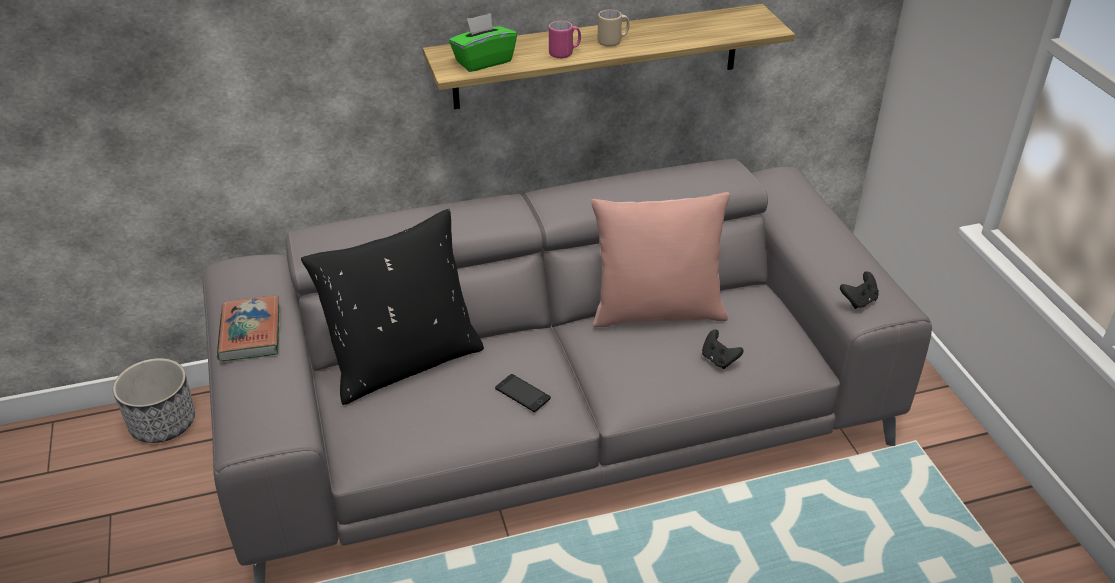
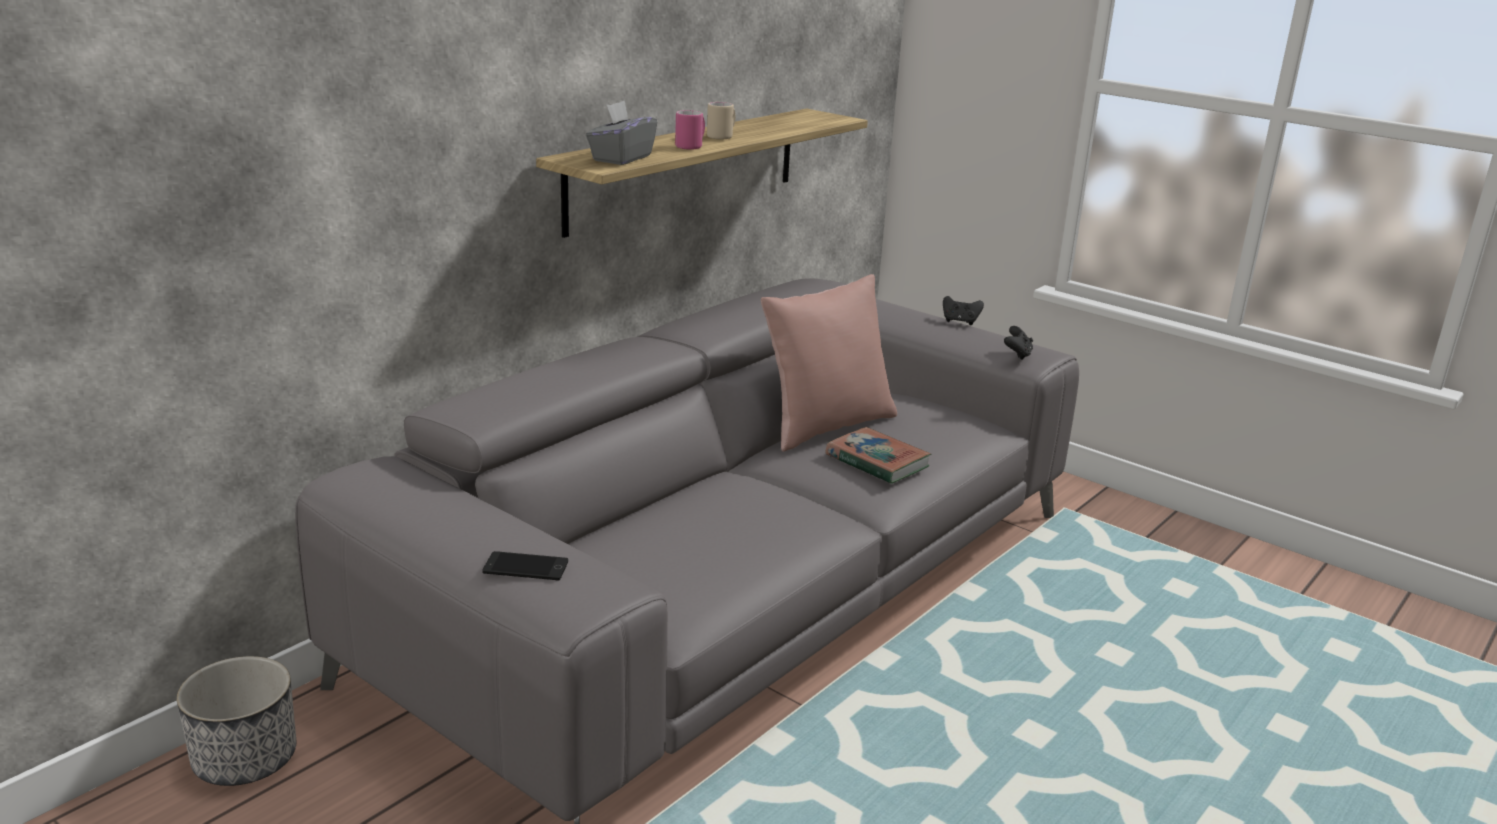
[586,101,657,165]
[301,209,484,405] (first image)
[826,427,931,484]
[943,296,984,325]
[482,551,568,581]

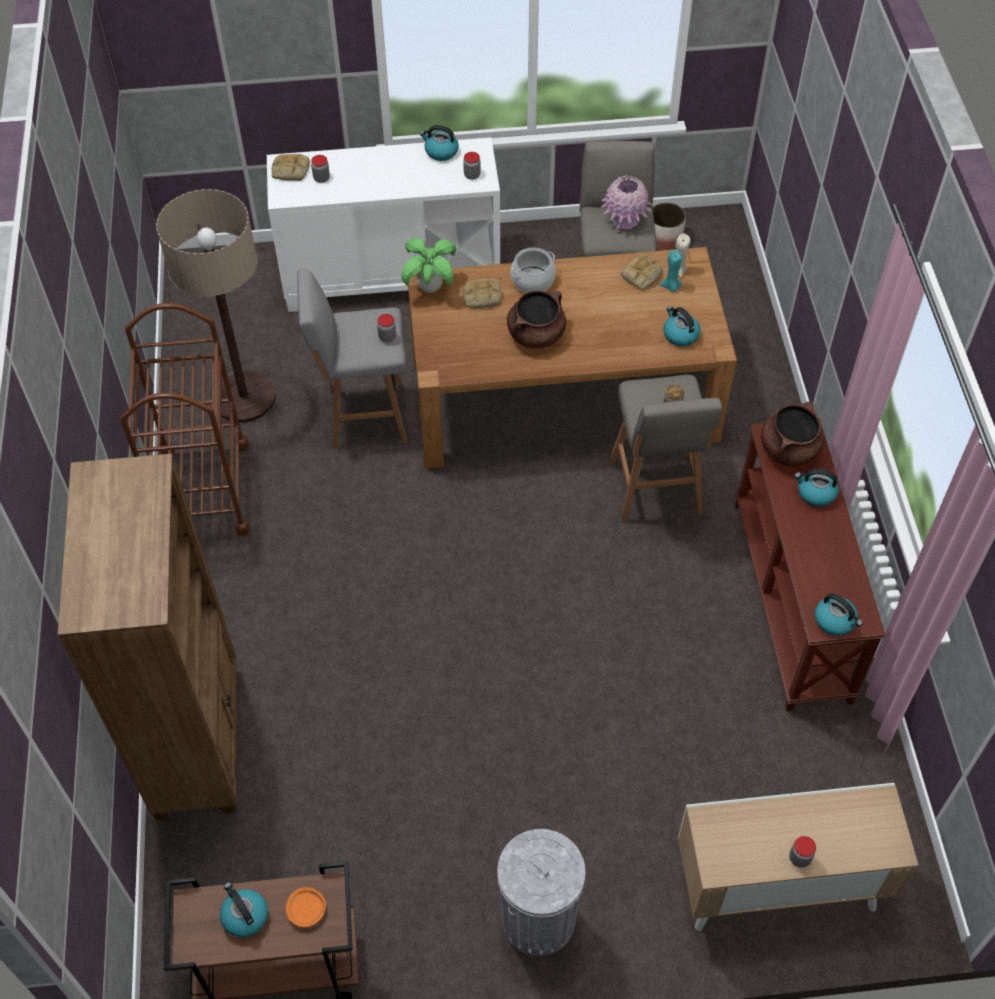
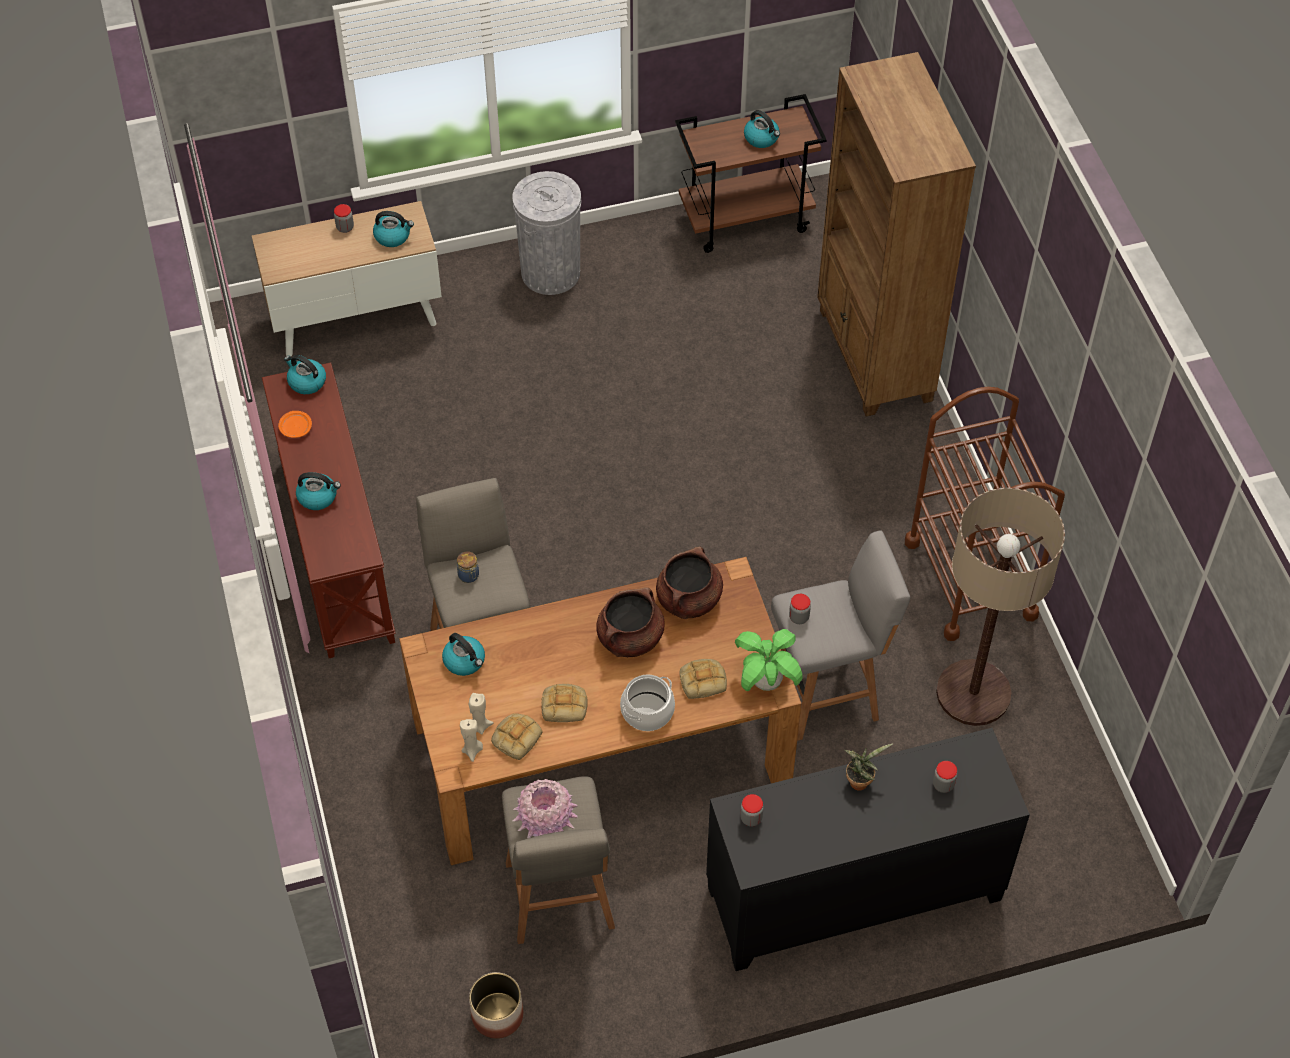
[373,211,414,247]
[706,728,1030,971]
[541,684,587,722]
[469,693,494,735]
[656,546,723,619]
[278,411,312,438]
[844,744,893,791]

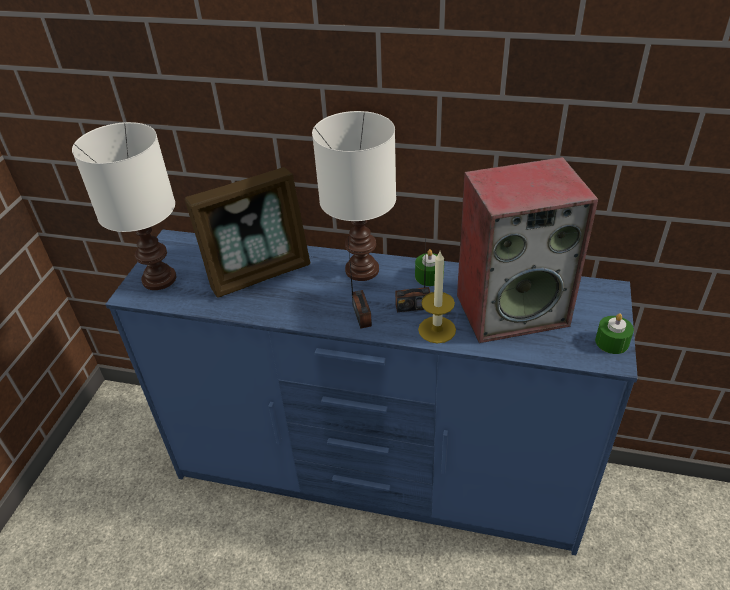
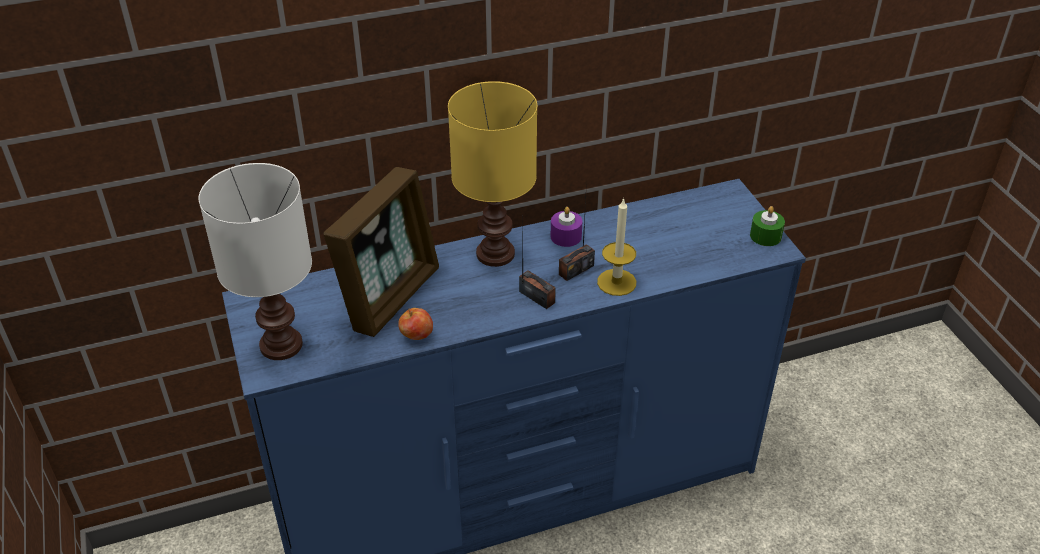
[448,81,537,267]
[457,157,598,343] (first image)
[551,207,582,247]
[398,308,433,340]

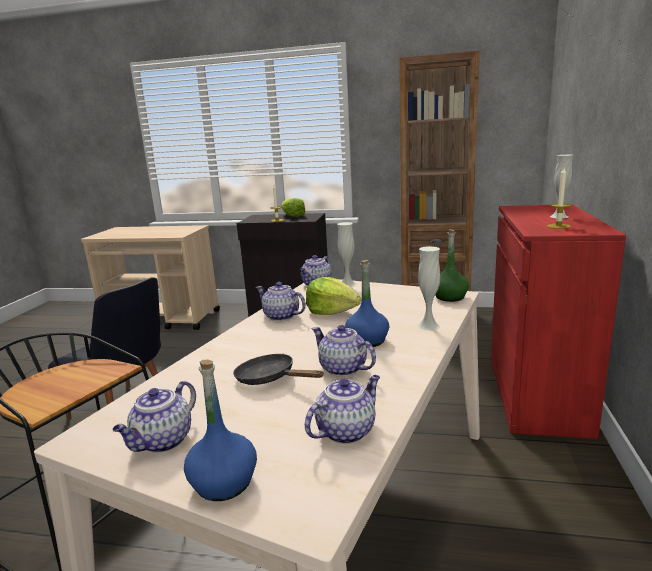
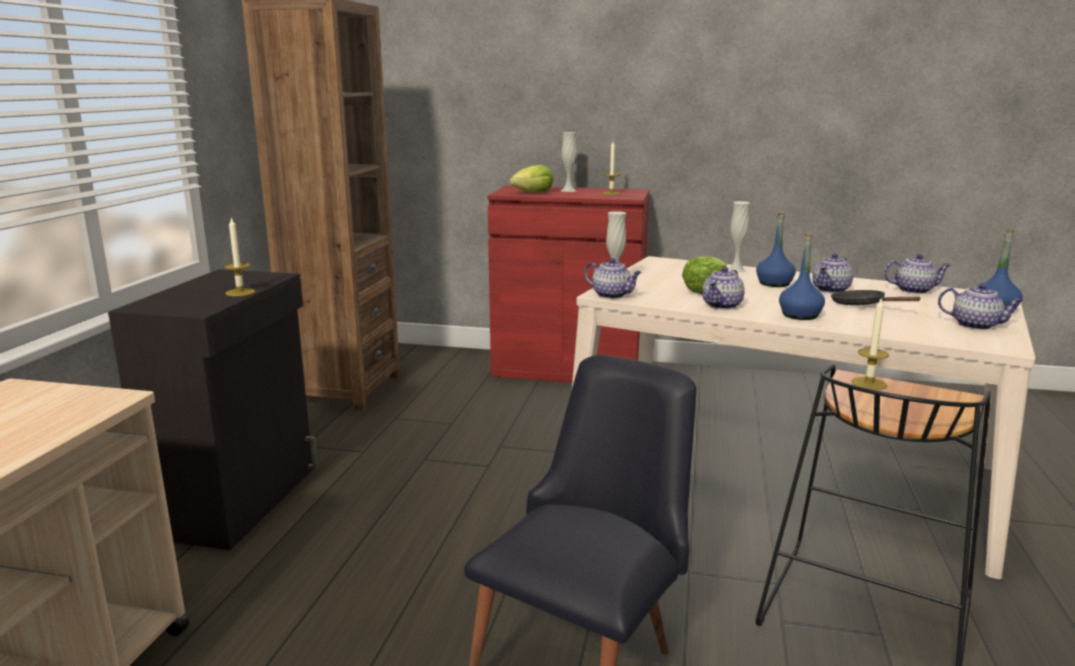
[510,165,553,192]
[436,229,469,302] (first image)
[831,290,921,305]
[884,254,950,294]
[779,232,825,320]
[851,297,889,390]

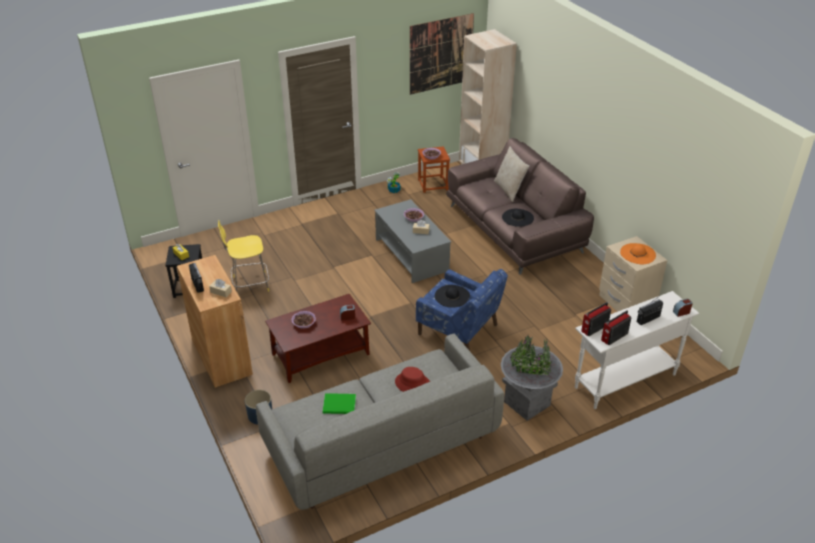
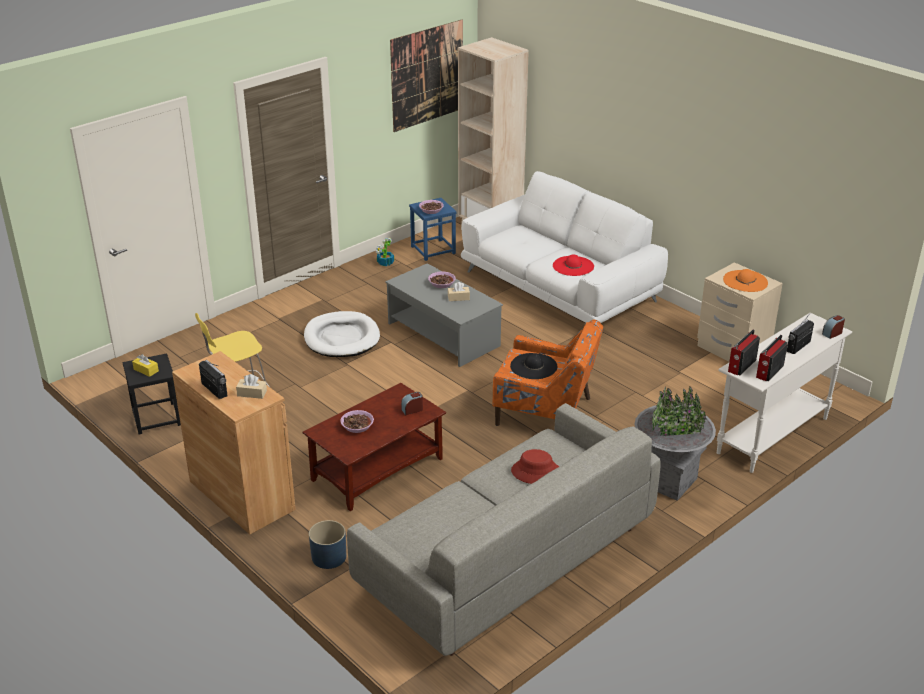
[461,171,668,323]
[409,198,456,261]
[494,146,529,202] (first image)
[553,254,594,276]
[492,319,603,426]
[323,393,356,414] (first image)
[304,311,380,357]

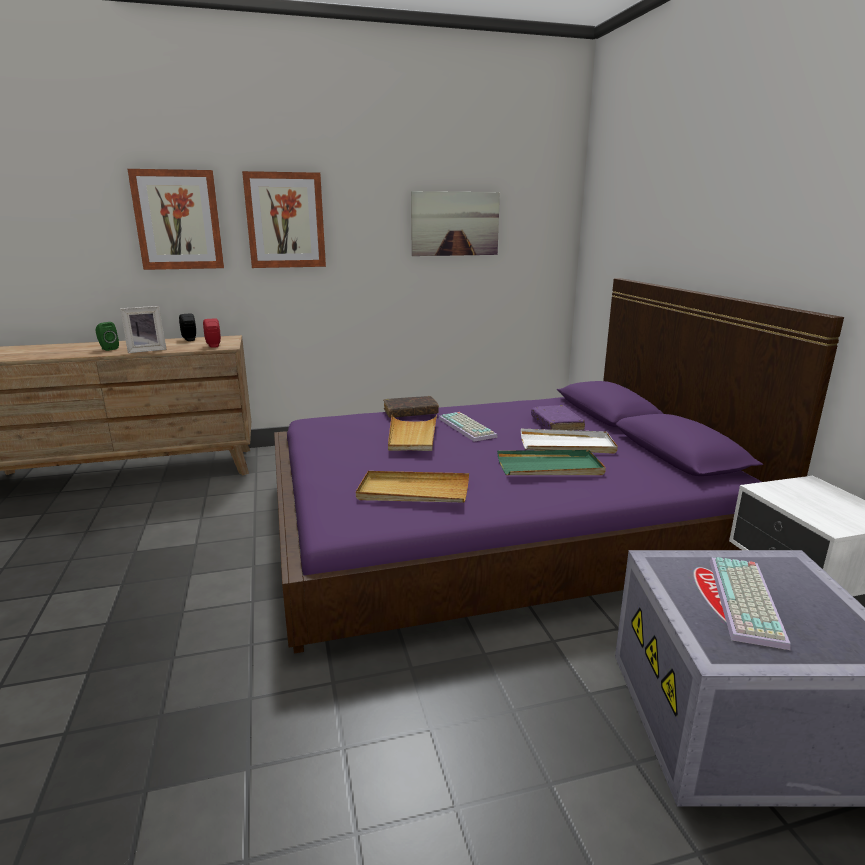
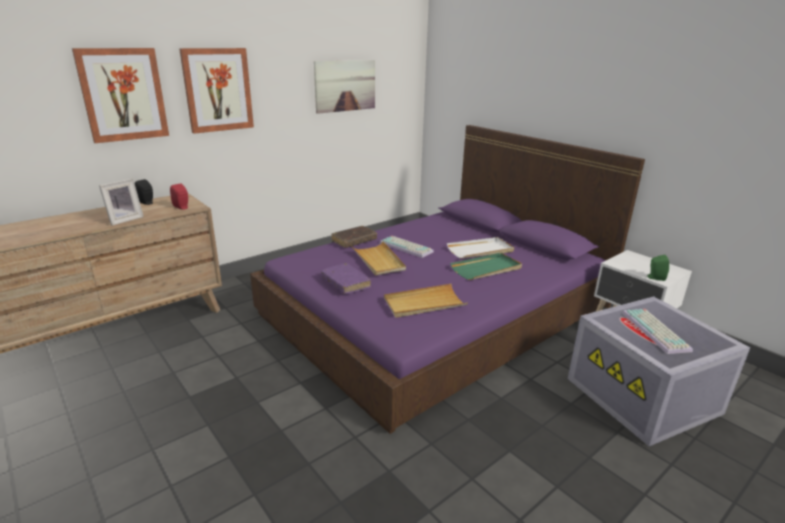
[647,255,669,281]
[321,263,371,294]

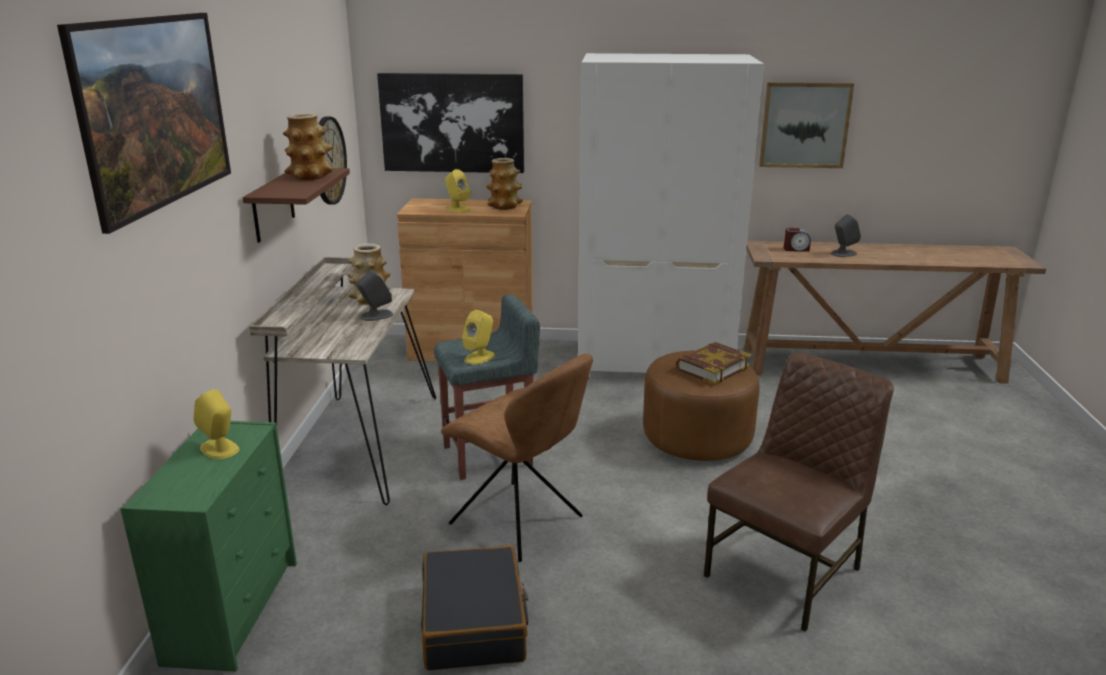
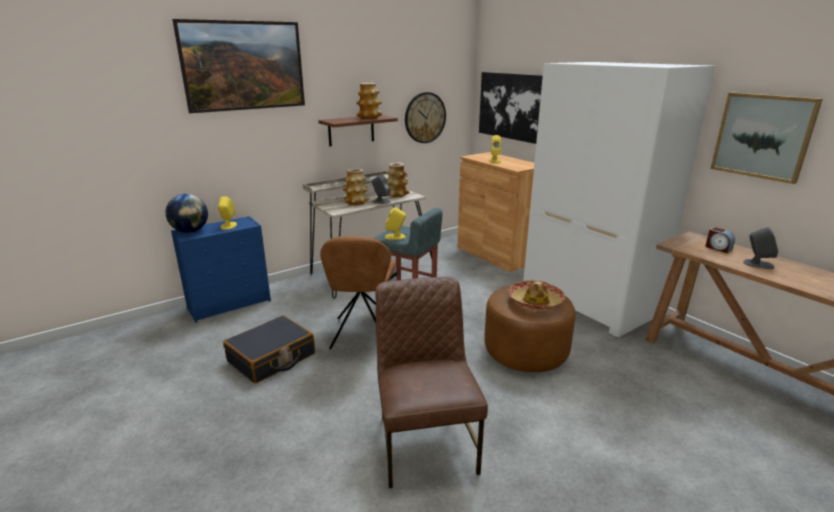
[343,169,369,205]
[508,280,565,309]
[376,277,488,488]
[171,216,271,323]
[166,194,208,233]

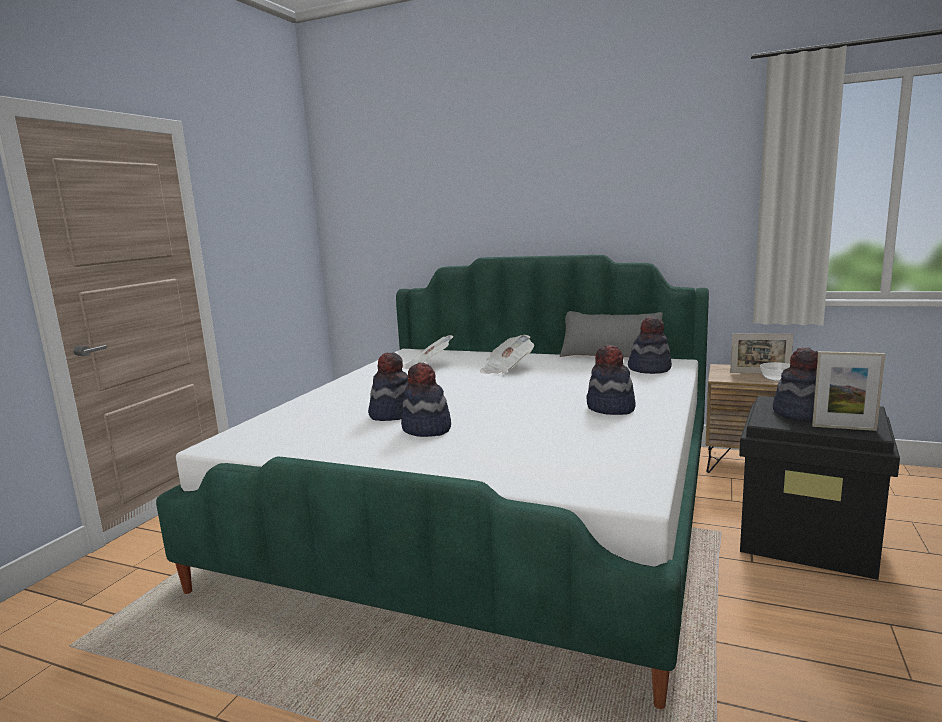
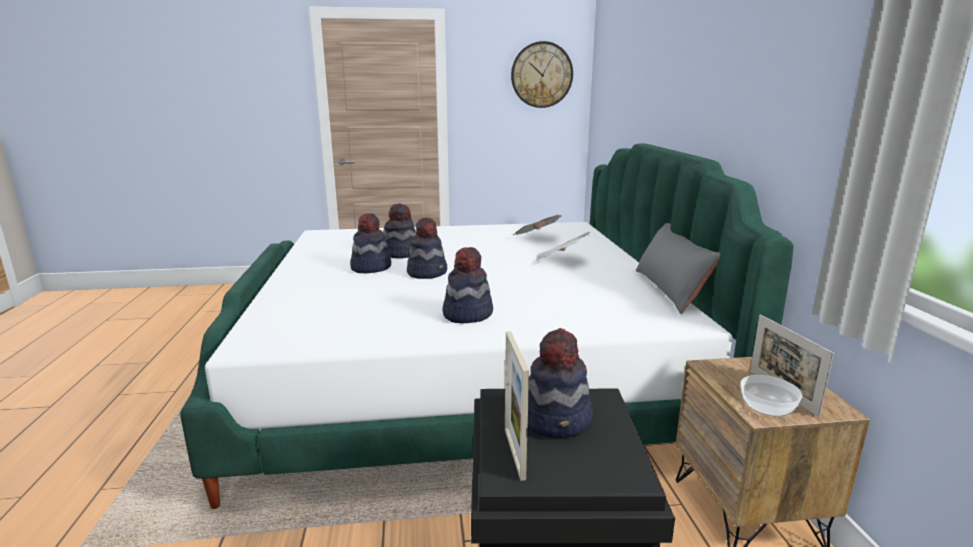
[407,217,447,279]
[511,41,573,108]

